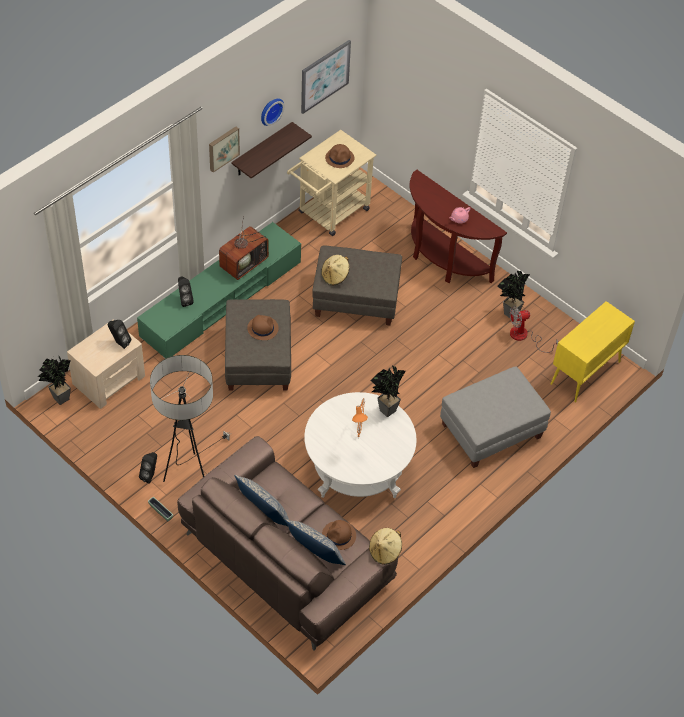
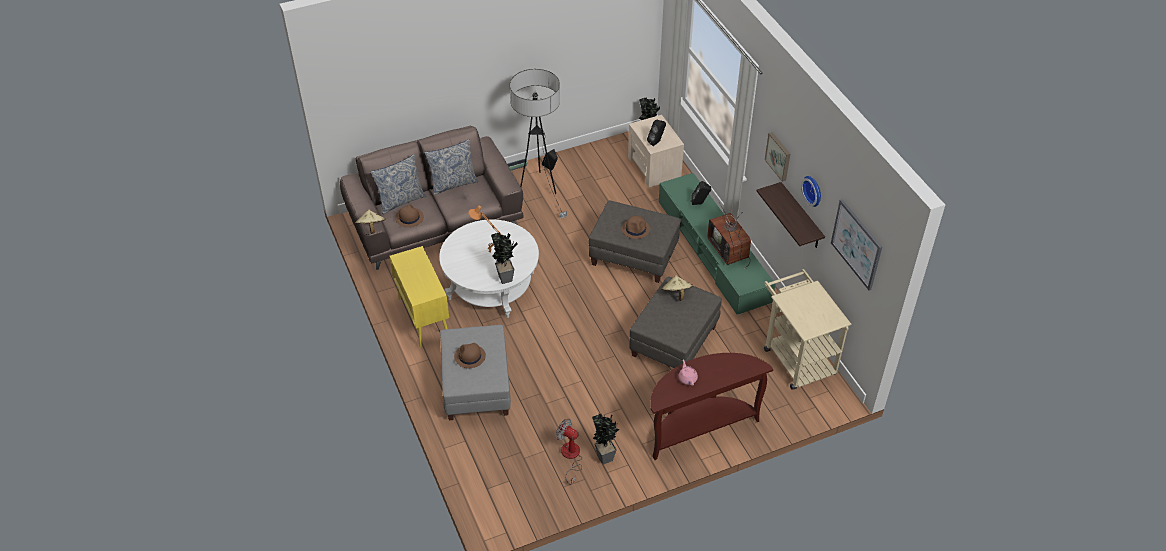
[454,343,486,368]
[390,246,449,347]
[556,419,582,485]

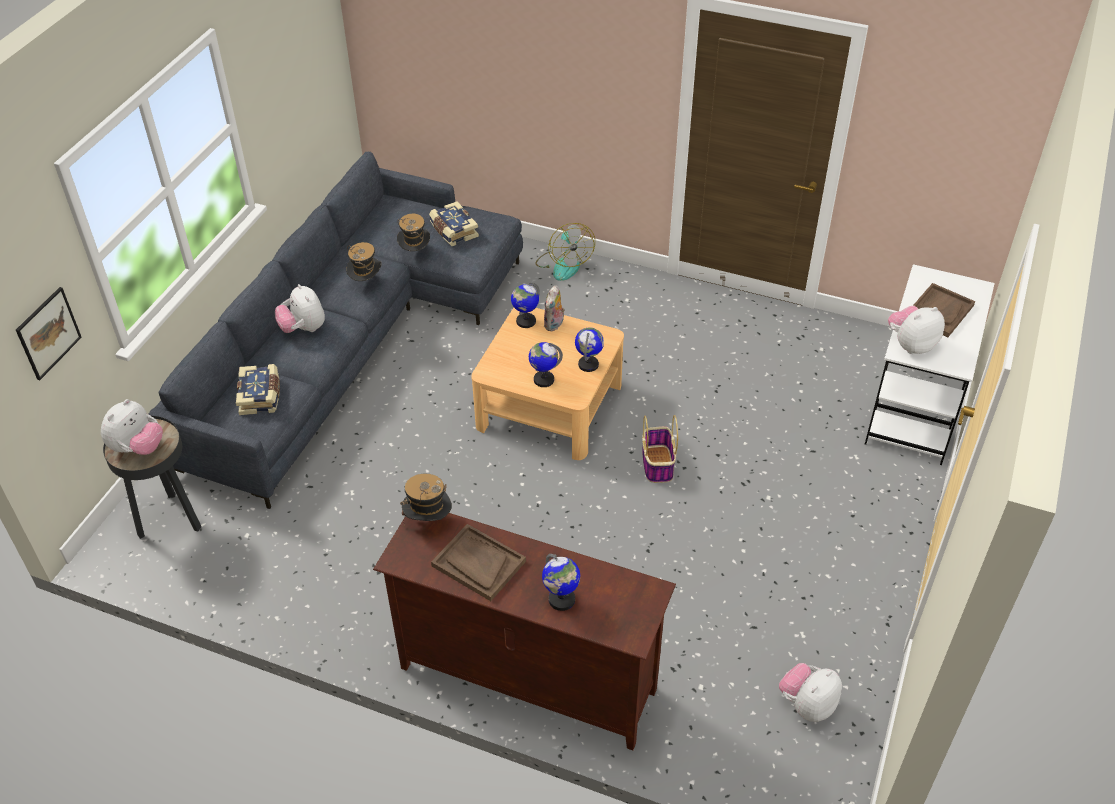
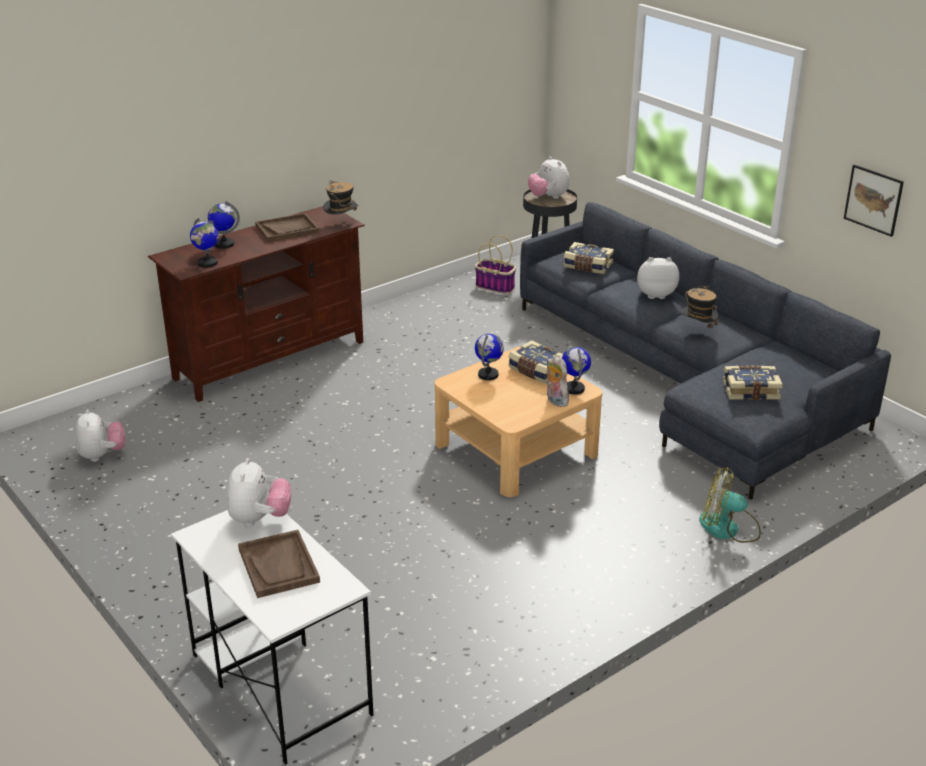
[397,214,430,251] (first image)
[844,165,904,237]
[190,218,219,268]
[475,235,516,294]
[508,340,563,384]

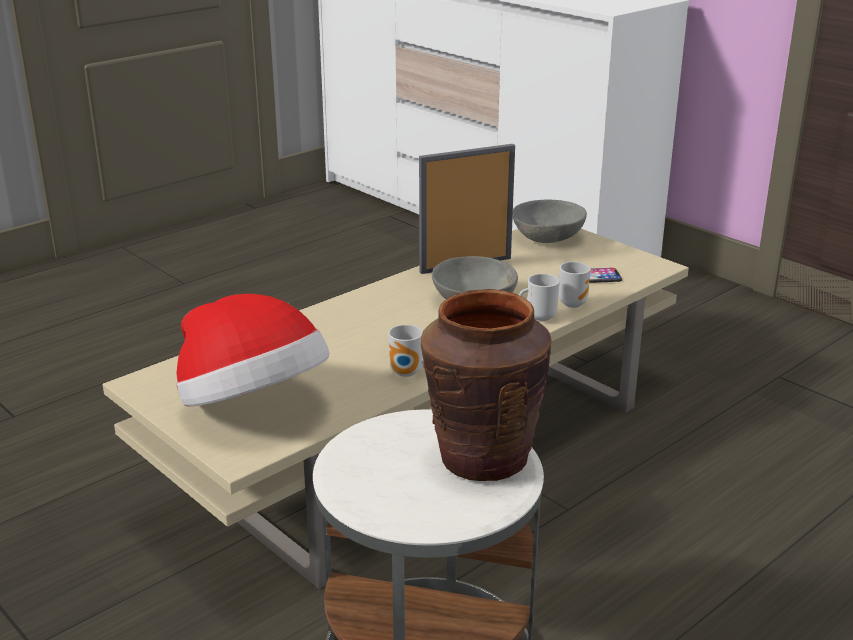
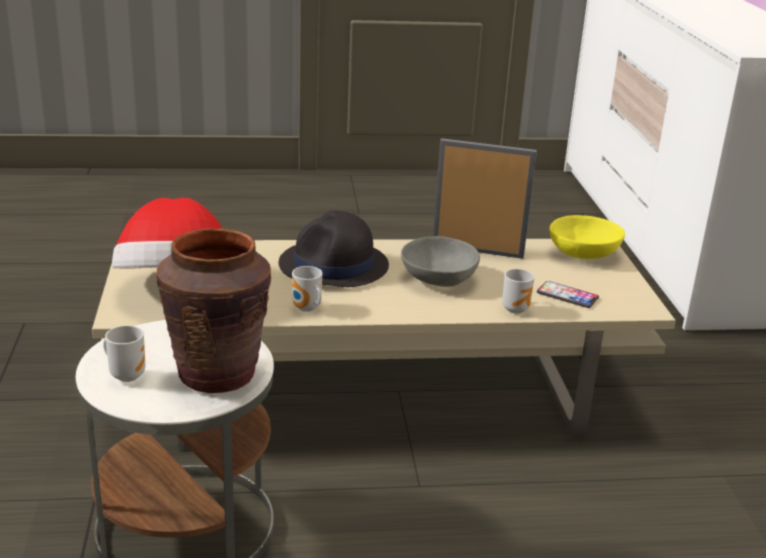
[549,215,625,259]
[103,325,145,382]
[279,210,389,287]

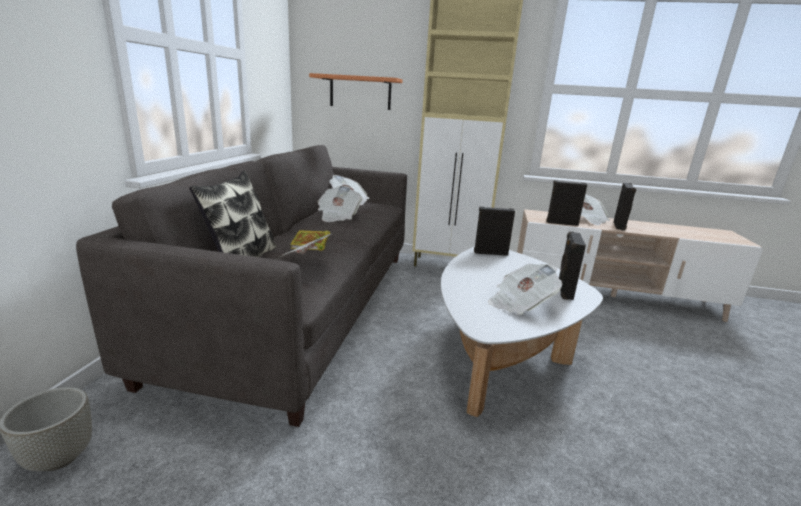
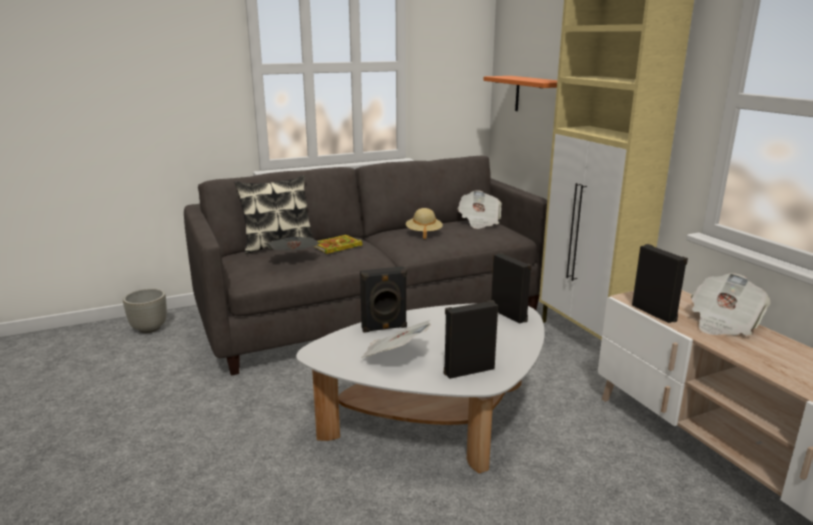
[360,266,407,333]
[406,208,443,239]

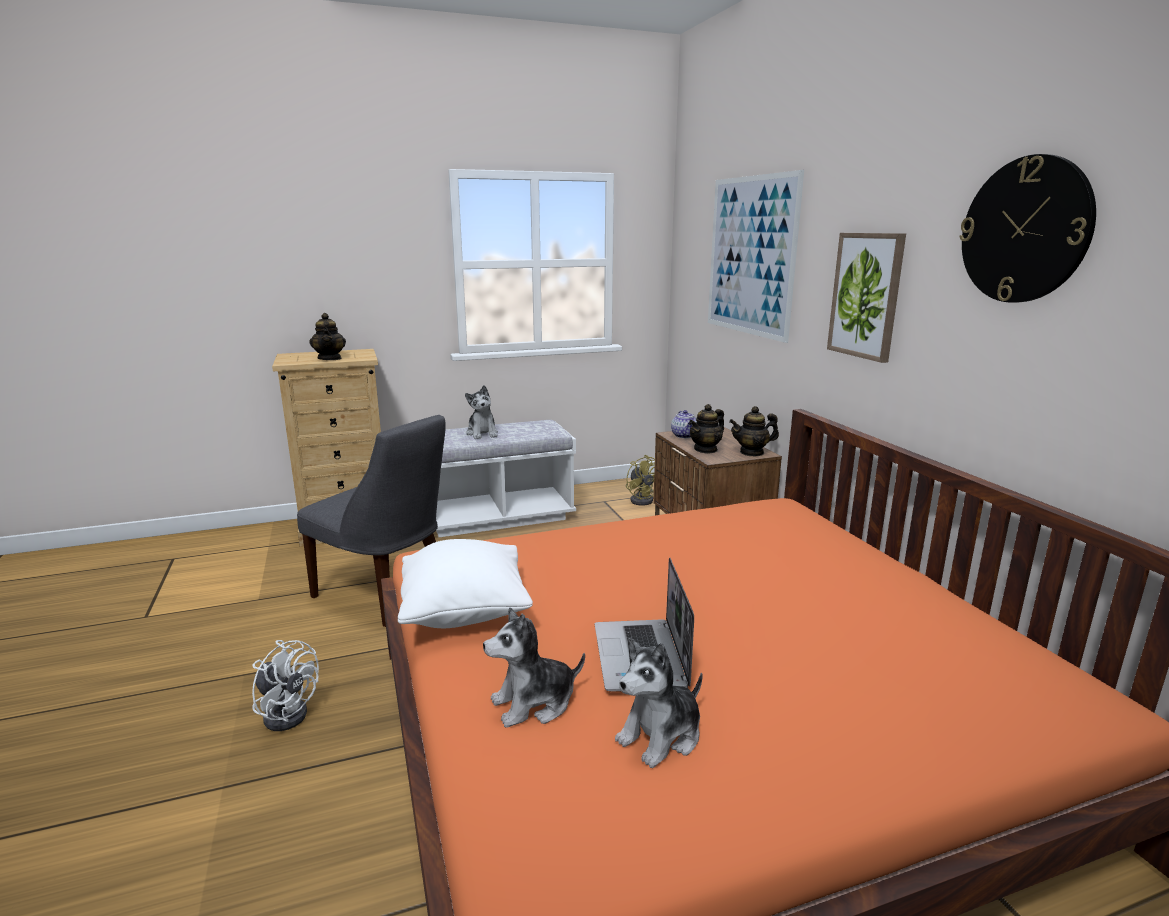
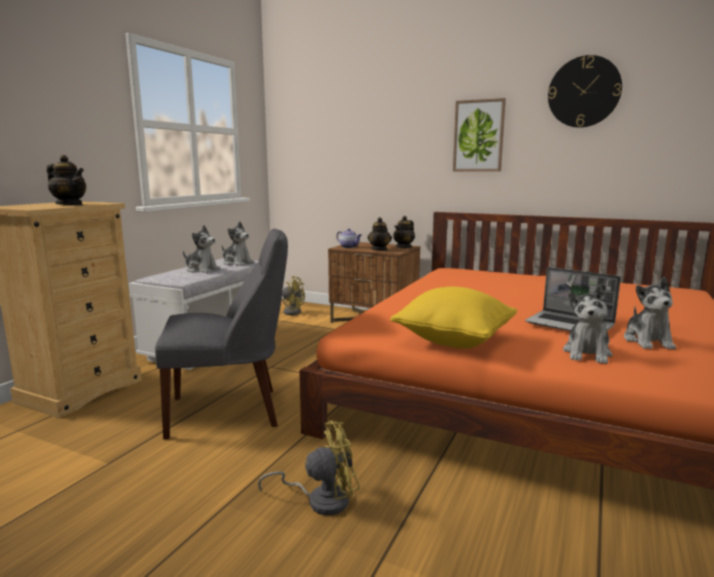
[708,170,804,343] (first image)
[390,287,517,348]
[258,420,360,516]
[222,221,254,266]

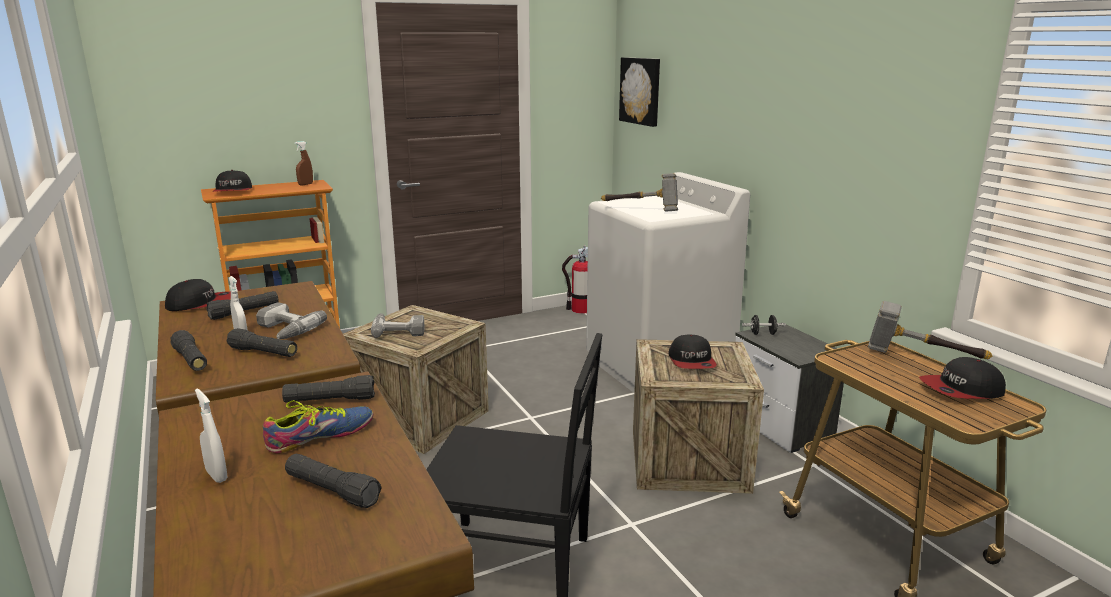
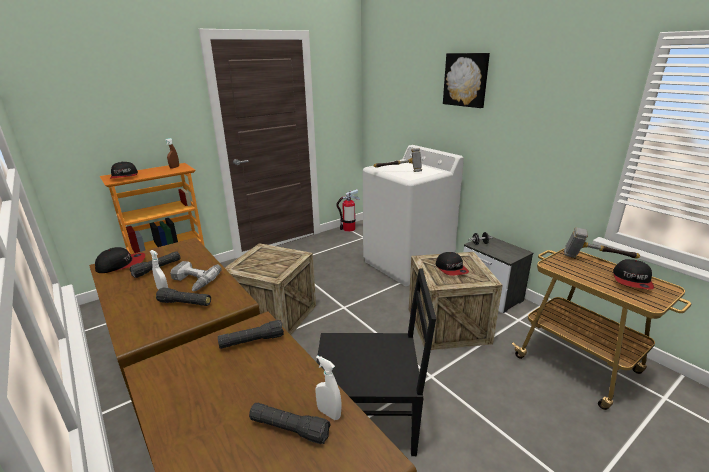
[443,53,490,108]
[371,313,424,338] (first image)
[170,330,207,371] (first image)
[613,259,654,290]
[316,355,342,420]
[263,400,373,454] (first image)

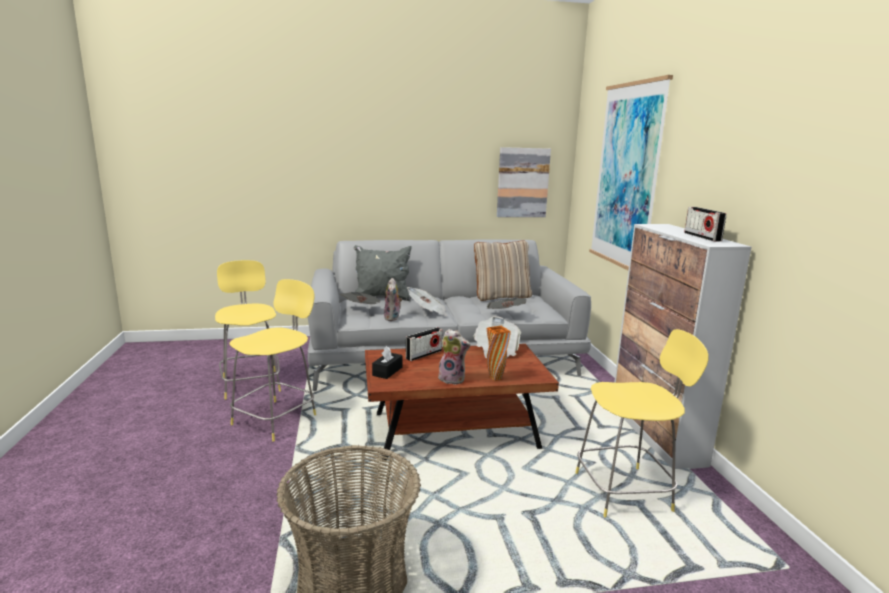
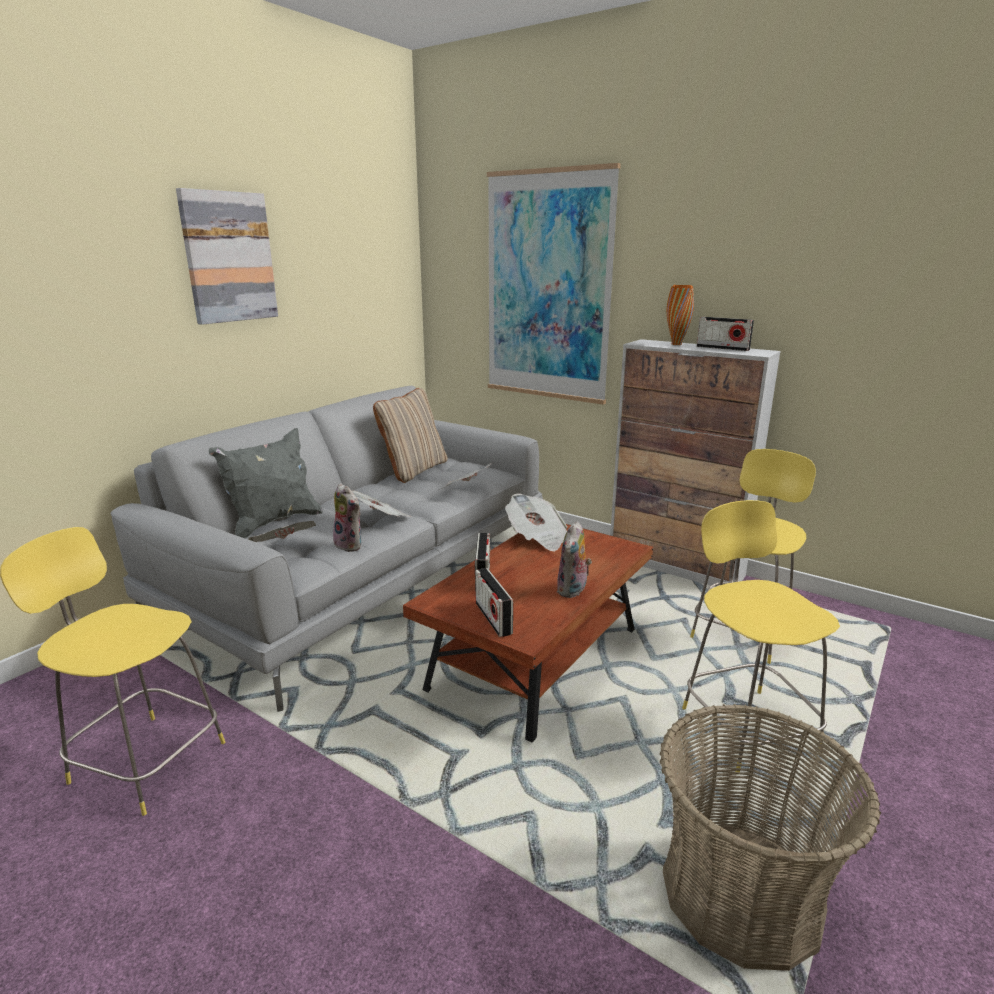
[176,188,278,325]
[682,500,840,772]
[667,285,694,345]
[557,521,592,598]
[475,568,513,637]

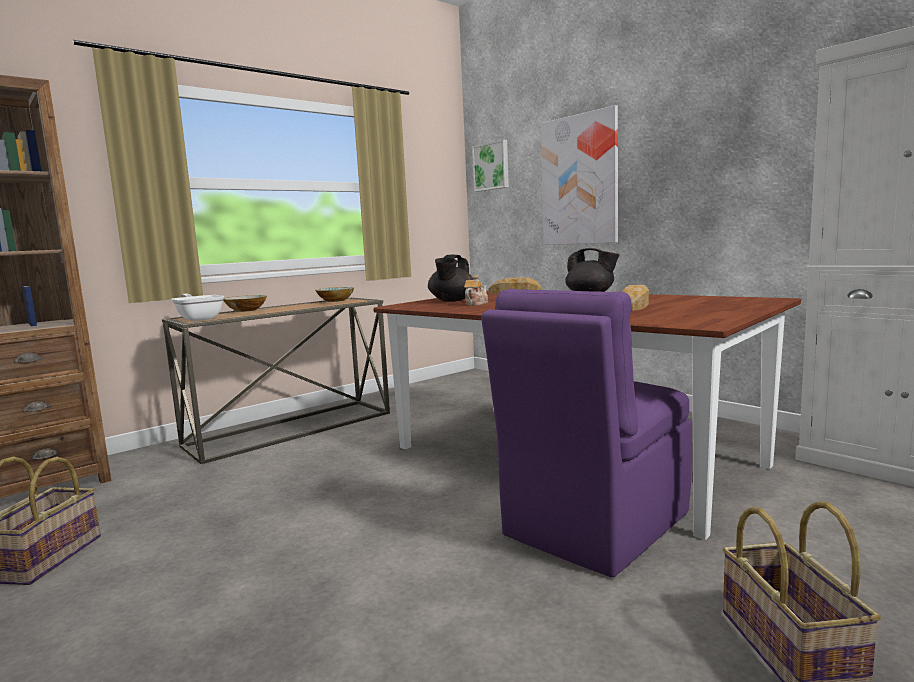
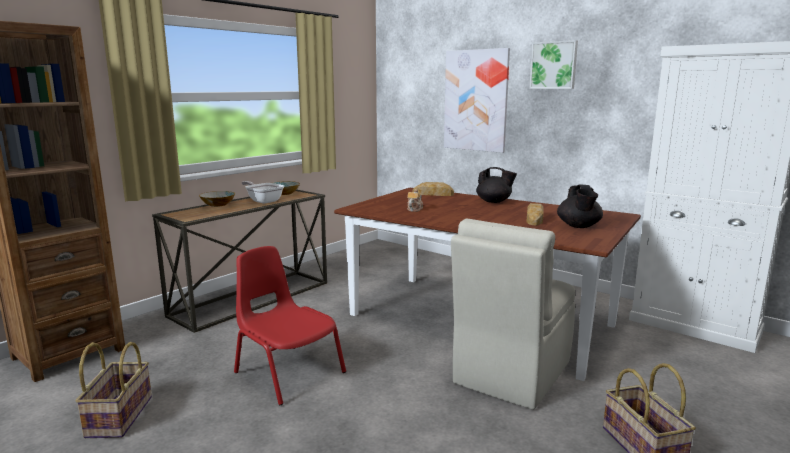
[529,40,578,89]
[557,185,603,228]
[451,219,575,410]
[242,181,284,204]
[234,246,346,405]

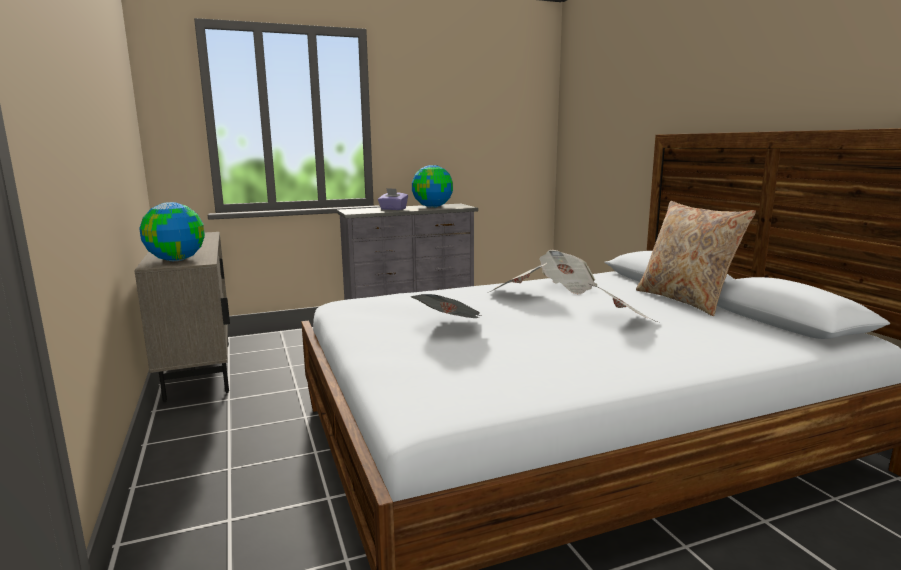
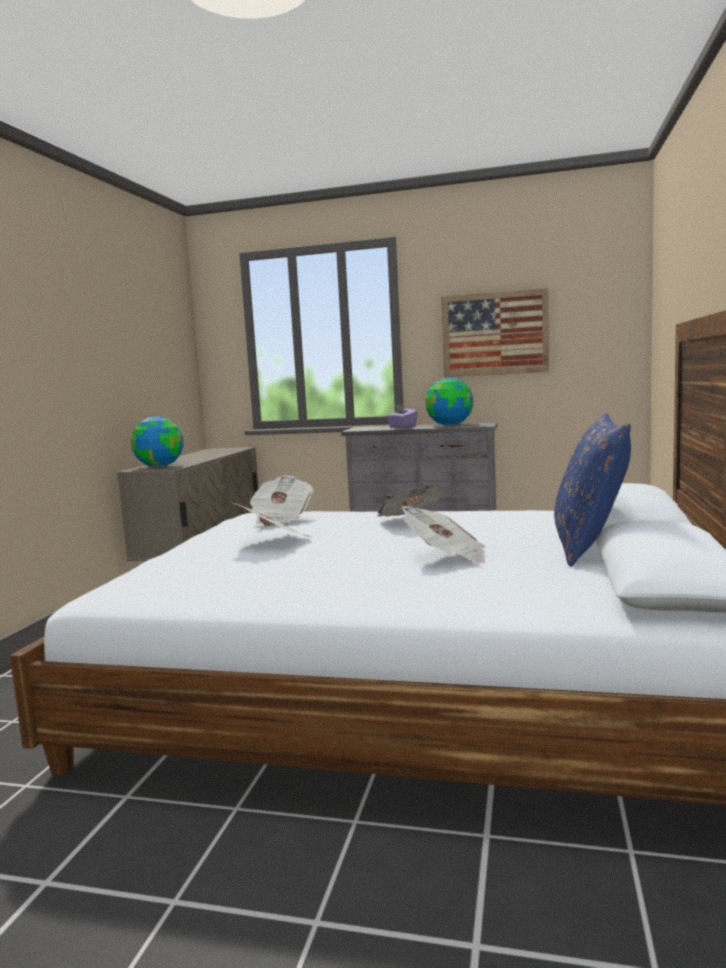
[554,413,631,567]
[249,476,314,526]
[441,288,549,377]

